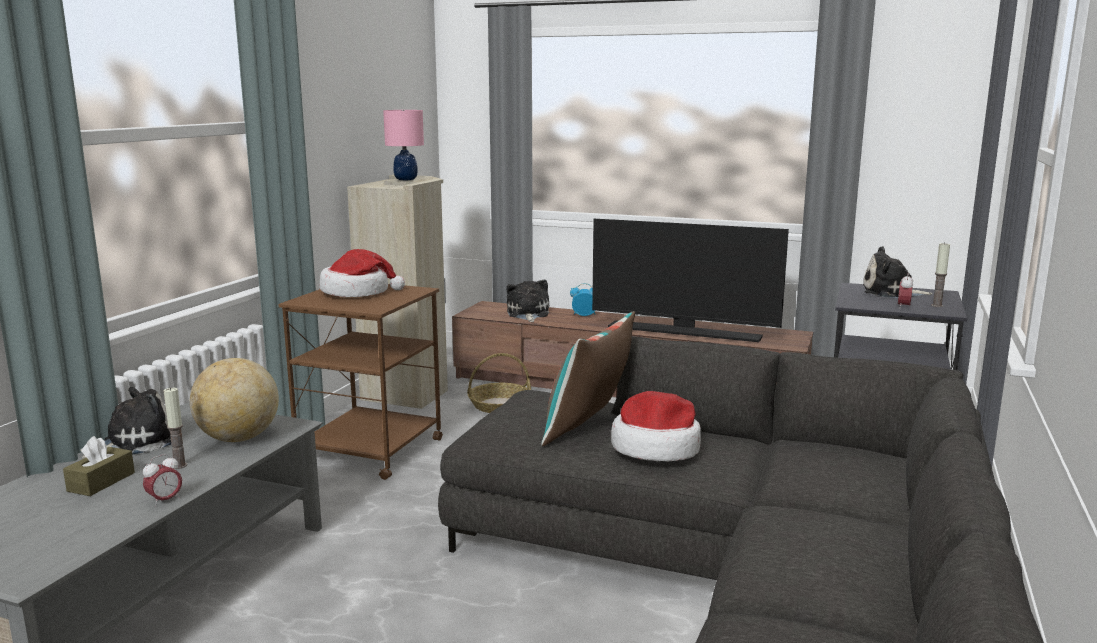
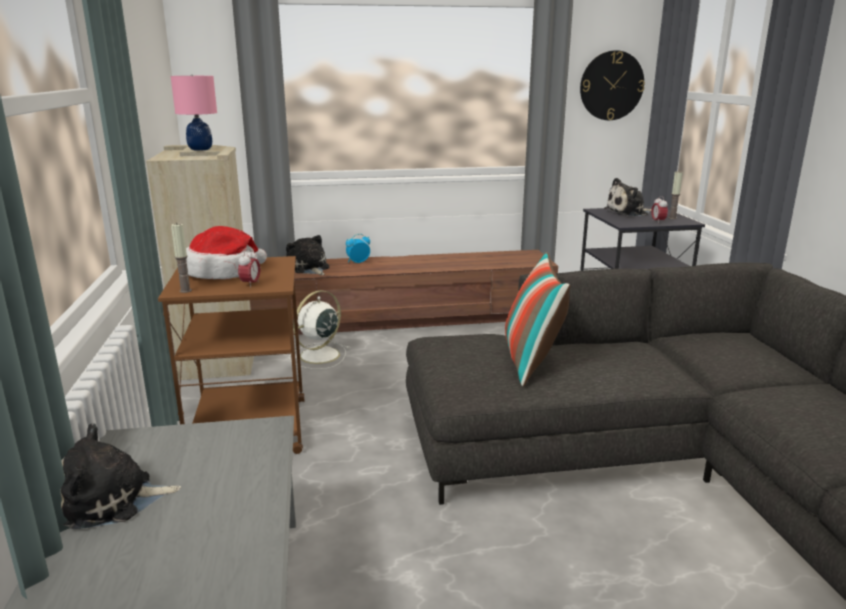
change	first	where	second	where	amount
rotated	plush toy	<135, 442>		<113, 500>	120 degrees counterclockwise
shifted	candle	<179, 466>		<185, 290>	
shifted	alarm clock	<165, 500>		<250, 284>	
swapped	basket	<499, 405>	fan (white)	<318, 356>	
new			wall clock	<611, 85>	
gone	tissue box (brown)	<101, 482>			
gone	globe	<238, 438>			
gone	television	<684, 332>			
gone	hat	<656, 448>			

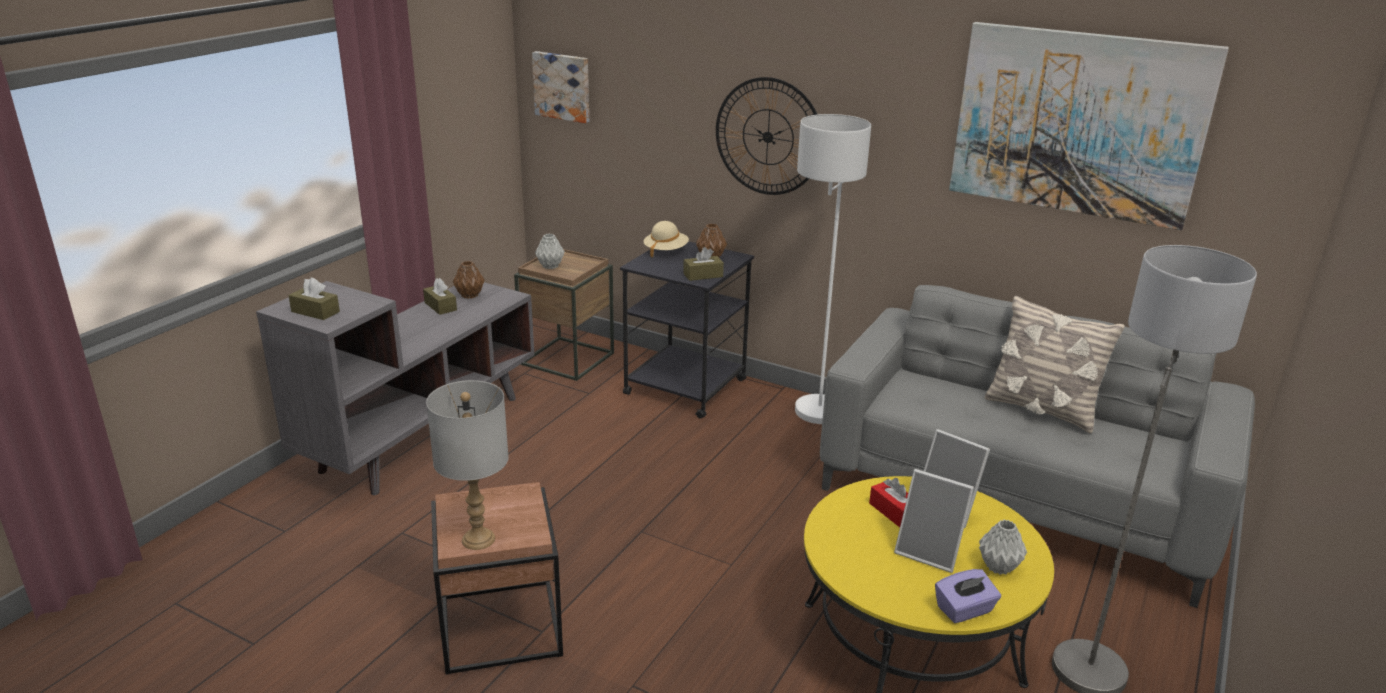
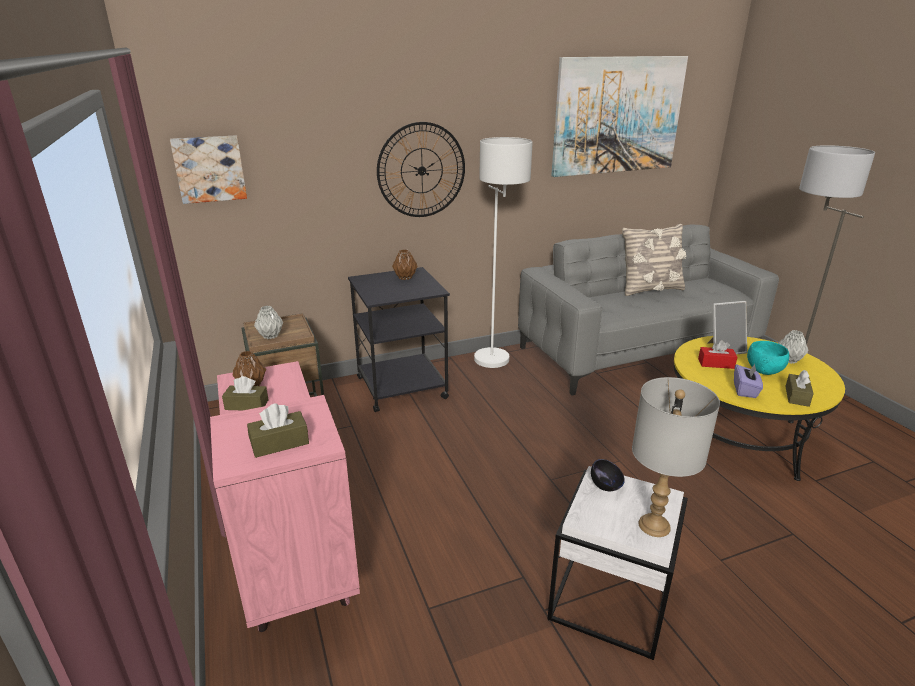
change	first	where	second	where	amount
repainted	tv stand (grey)	<423, 432>	tv stand (pink)	<286, 531>	
repainted	side table (brown)	<499, 627>	side table (white)	<611, 601>	
new			bowl (black)	<606, 486>	
shifted	tissue box (purple)	<964, 610>		<745, 390>	
swapped	picture frame	<929, 552>	bowl (turquoise)	<764, 371>	
shifted	tissue box (brown)	<703, 275>		<797, 396>	
gone	hat (beige)	<665, 251>			

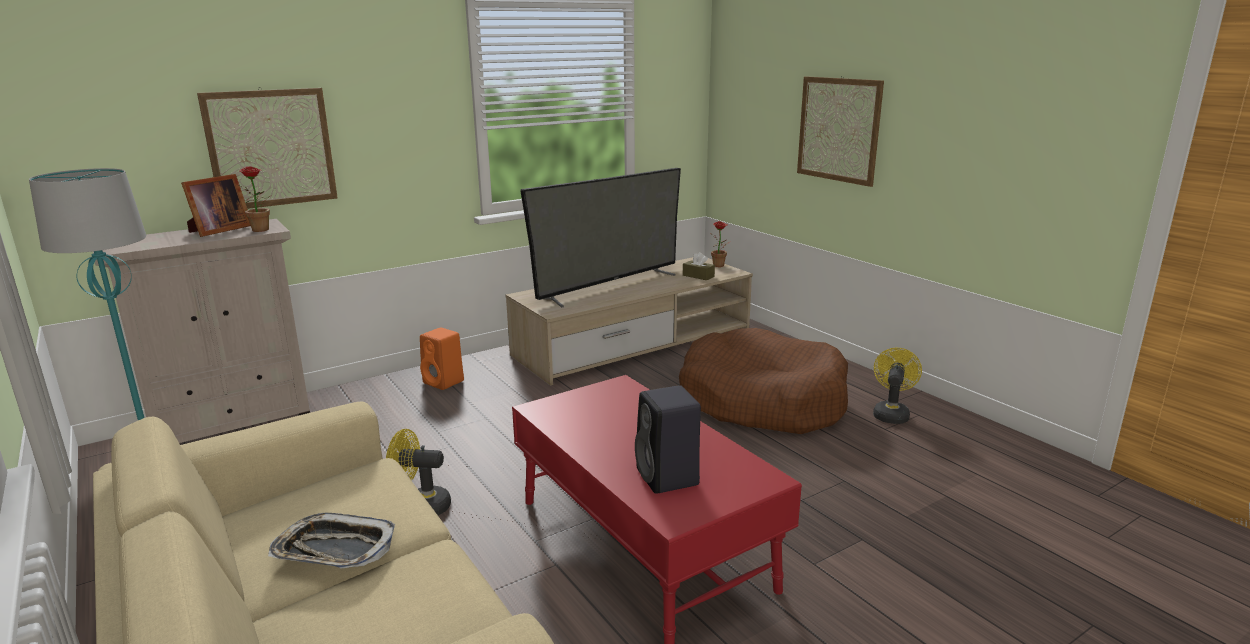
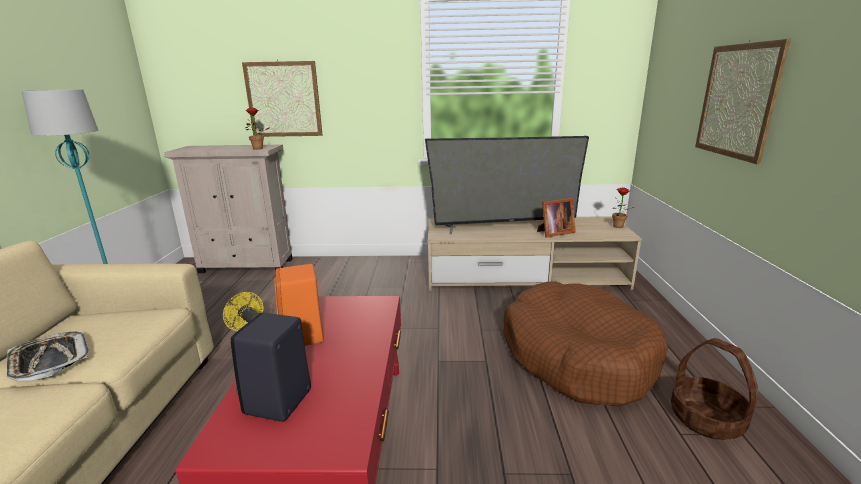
change	first	where	second	where	amount
shifted	speaker (orange)	<444, 382>		<303, 337>	
shifted	picture frame	<218, 230>		<554, 233>	
swapped	fan (yellow)	<891, 413>	basket	<705, 419>	
gone	tissue box (brown)	<698, 276>			

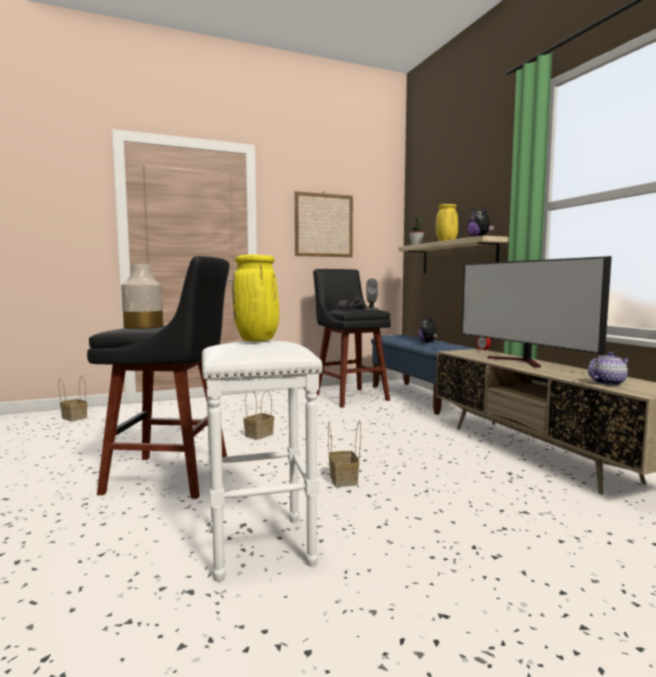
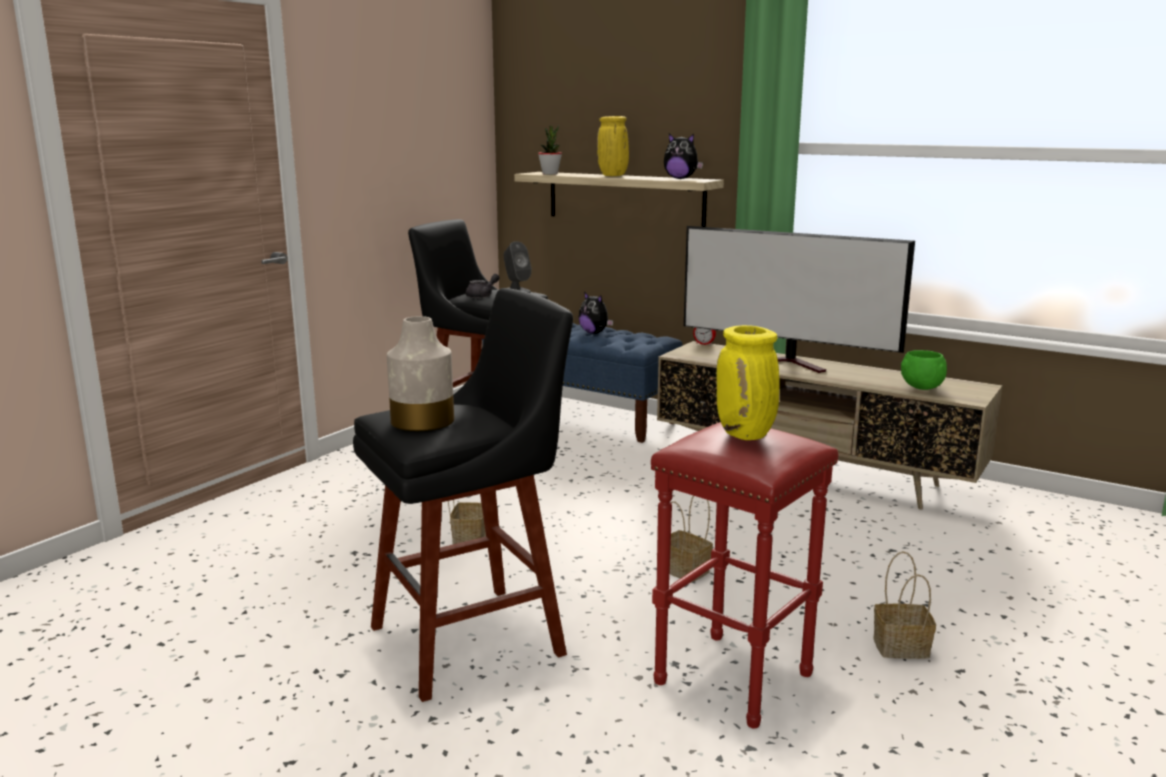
change	first	where	second	where	amount
repainted	stool (white)	<258, 545>	stool (red)	<729, 678>	
shifted	basket	<73, 417>		<899, 648>	
swapped	teapot	<607, 383>	bowl (green)	<920, 388>	
gone	picture	<323, 224>			

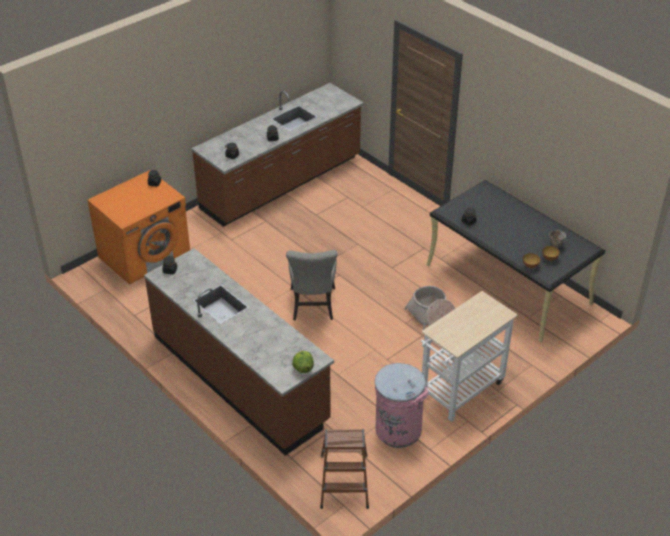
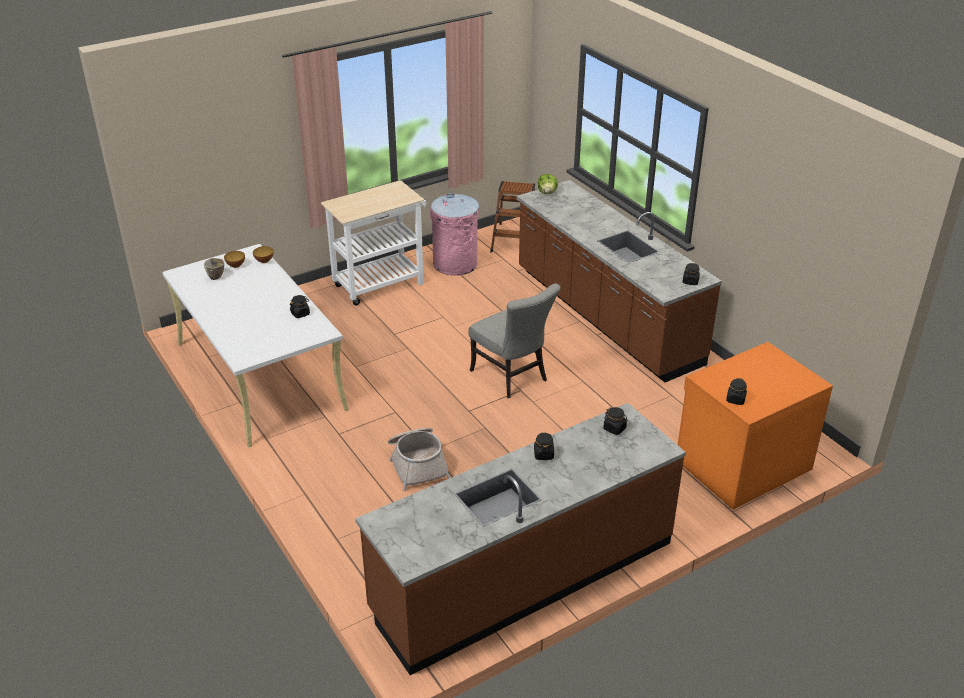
change	first	where	second	where	amount
repainted	desk (black)	<508, 284>	desk (white)	<259, 375>	
shifted	basket	<431, 317>		<417, 464>	
rotated	chair (grey)	<313, 306>		<512, 377>	135 degrees clockwise

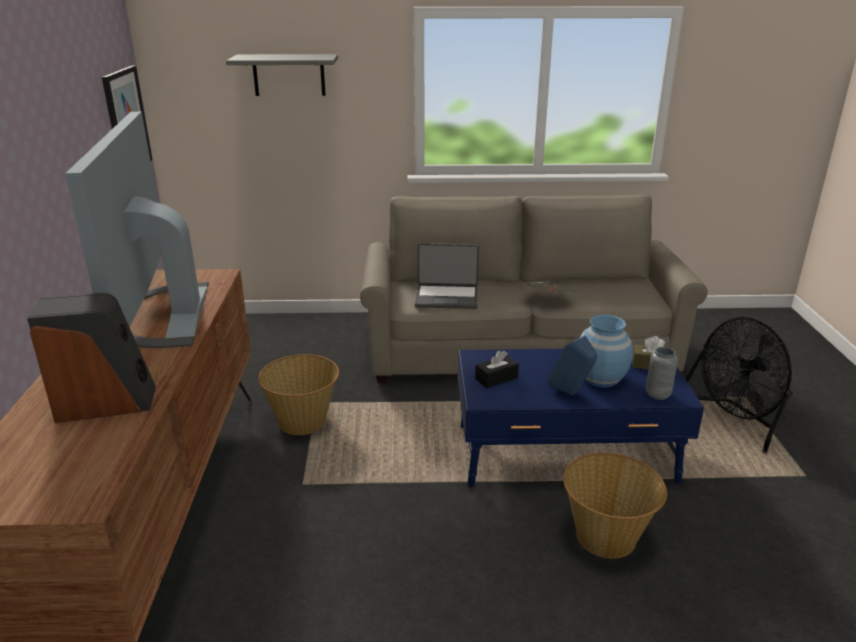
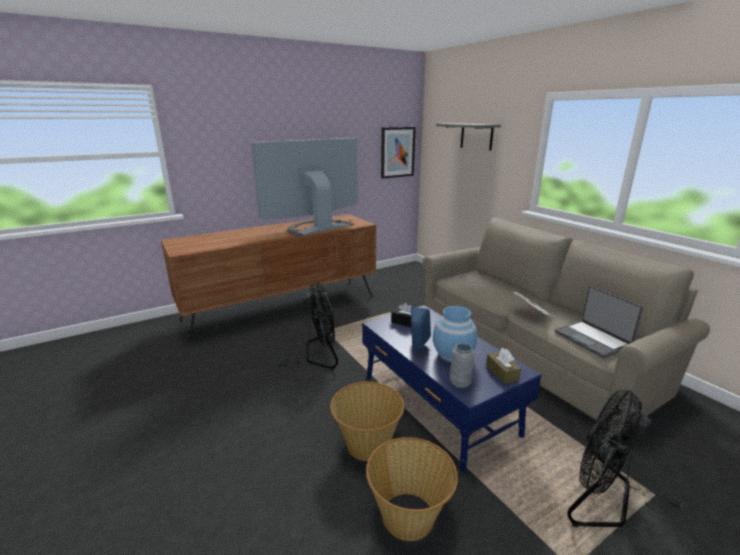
change	first	where	second	where	amount
new			fan (black)	<317, 353>	
shifted	basket	<303, 421>		<409, 516>	
shifted	laptop	<447, 297>		<592, 339>	
gone	speaker	<106, 403>			

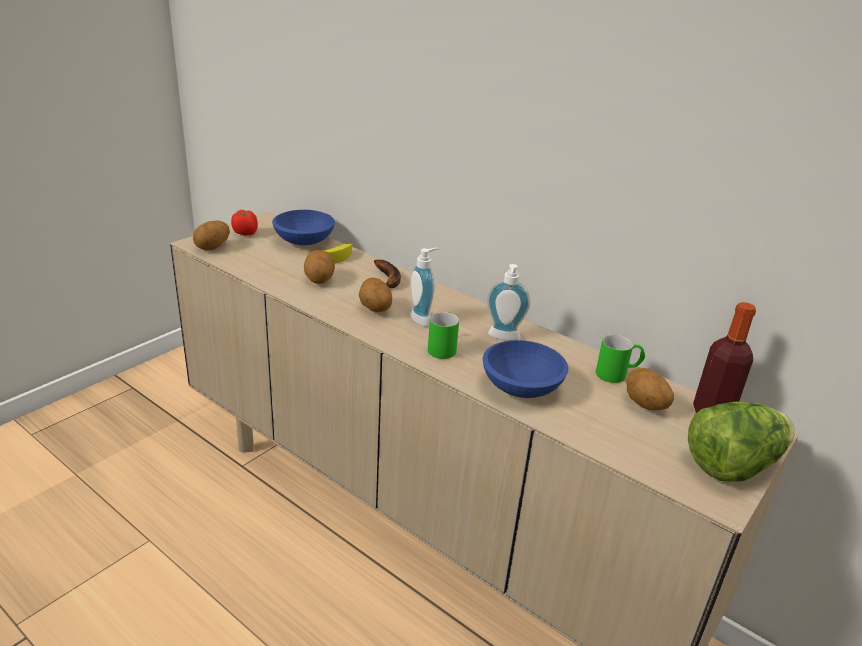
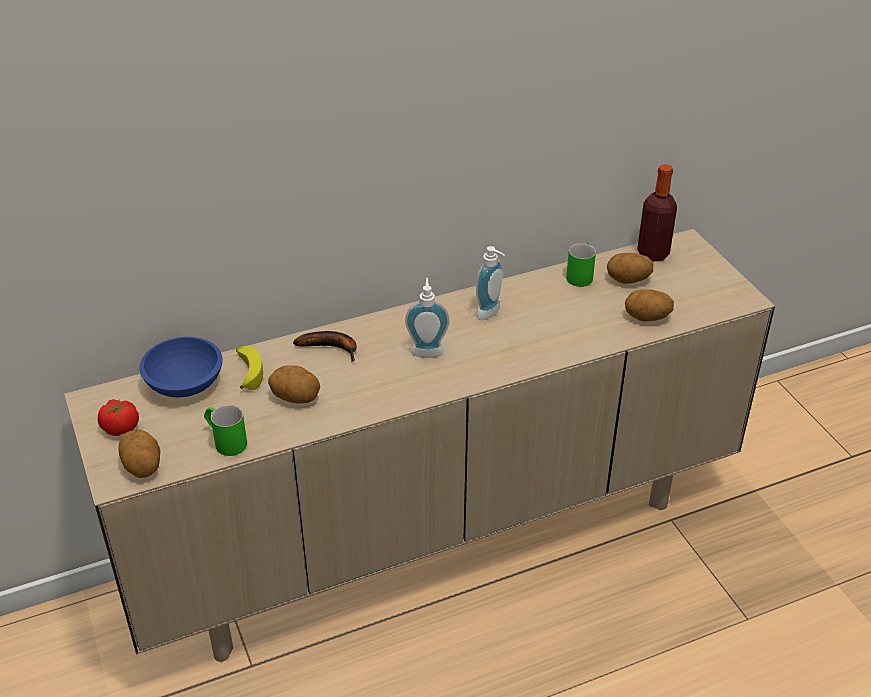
change	first	where	second	where	amount
shifted	mug (green)	<443, 347>		<225, 441>	
shifted	potato	<374, 309>		<647, 318>	
gone	bowl (blue)	<523, 387>			
gone	lettuce	<732, 465>			

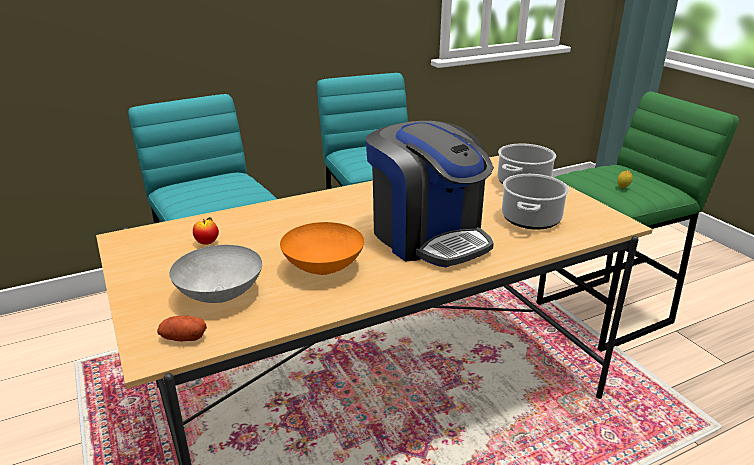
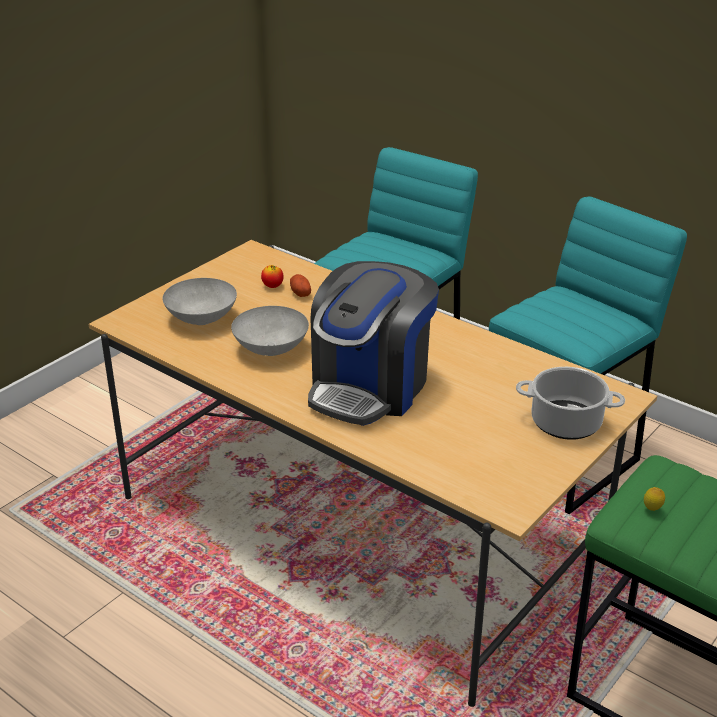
change	first	where	second	where	amount
repainted	bowl (orange)	<324, 267>	bowl (grey)	<272, 349>	
shifted	potato	<183, 338>		<300, 292>	
gone	cooking pot	<530, 218>			

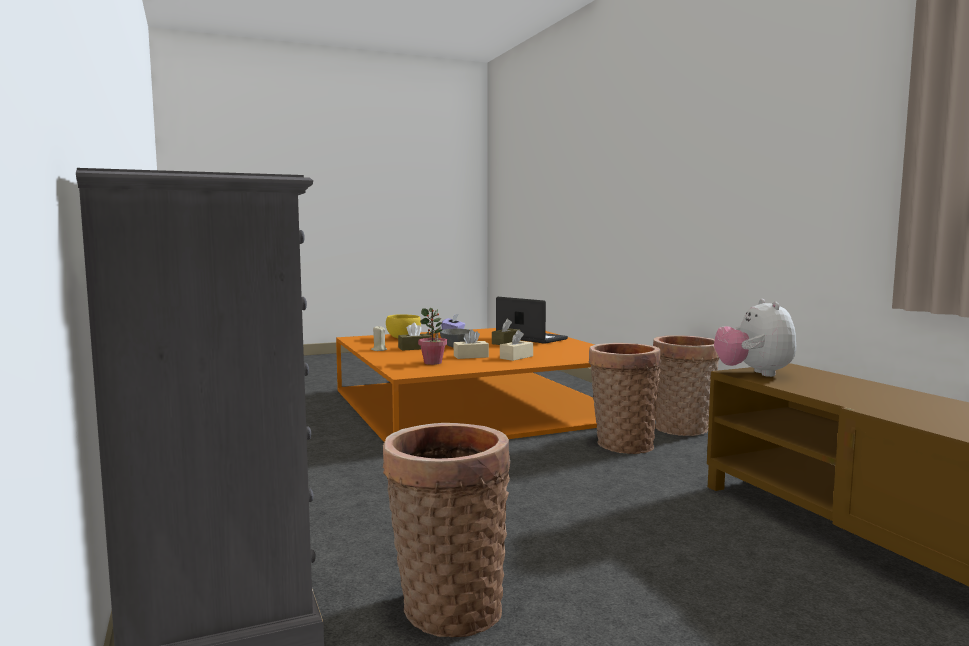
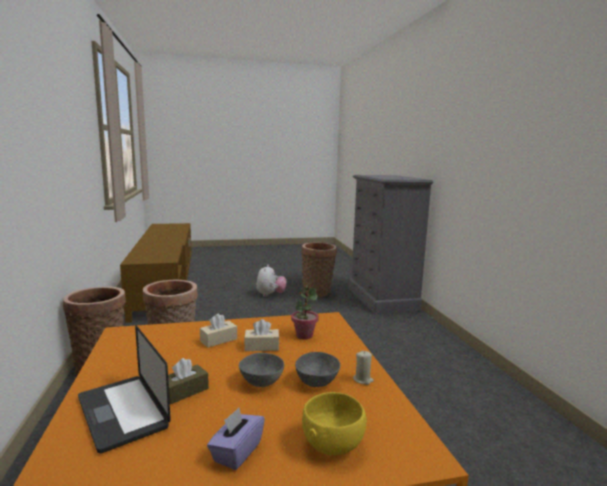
change	first	where	second	where	amount
shifted	plush toy	<754, 373>		<270, 295>	
swapped	tissue box (brown)	<414, 348>	bowl (grey)	<317, 381>	

